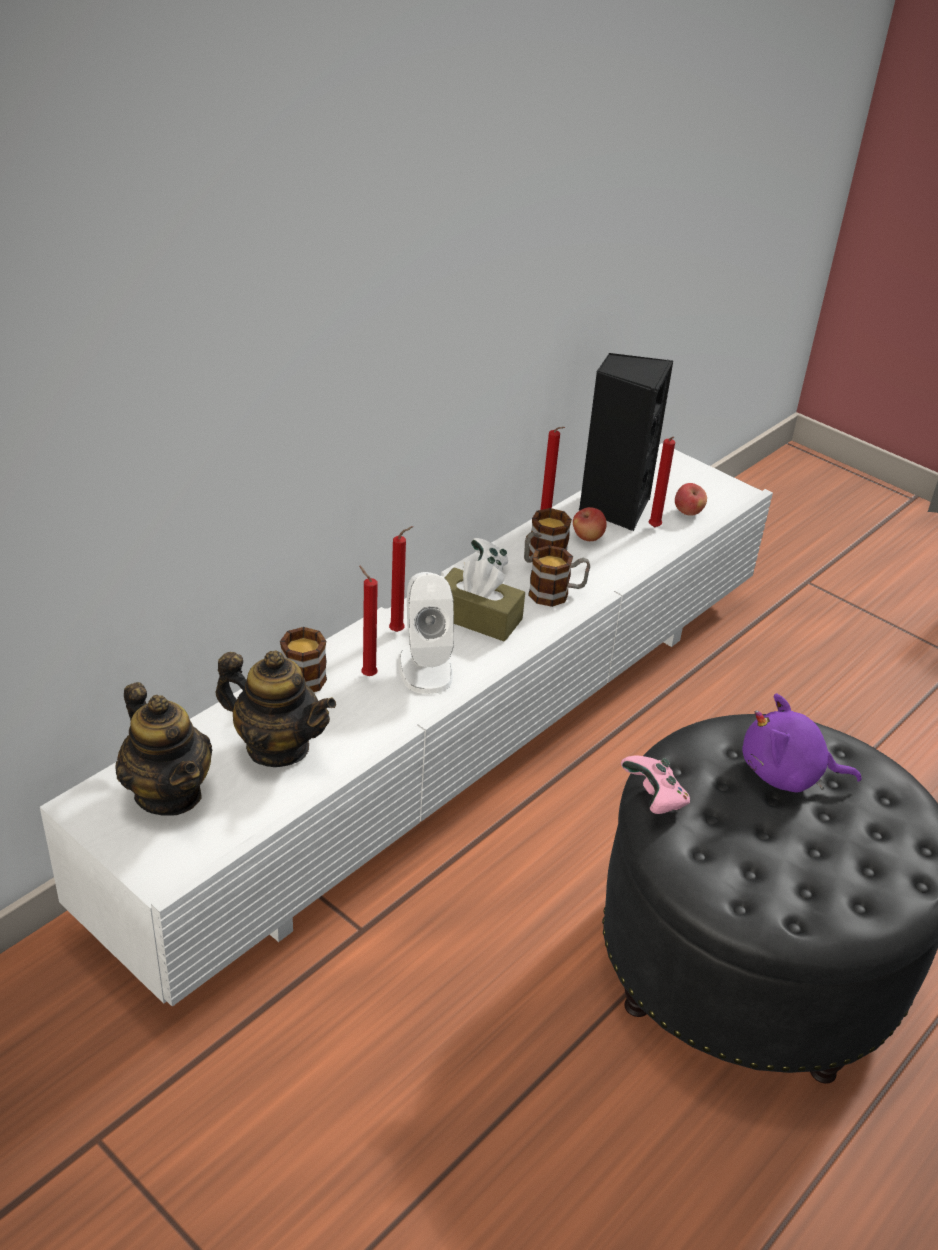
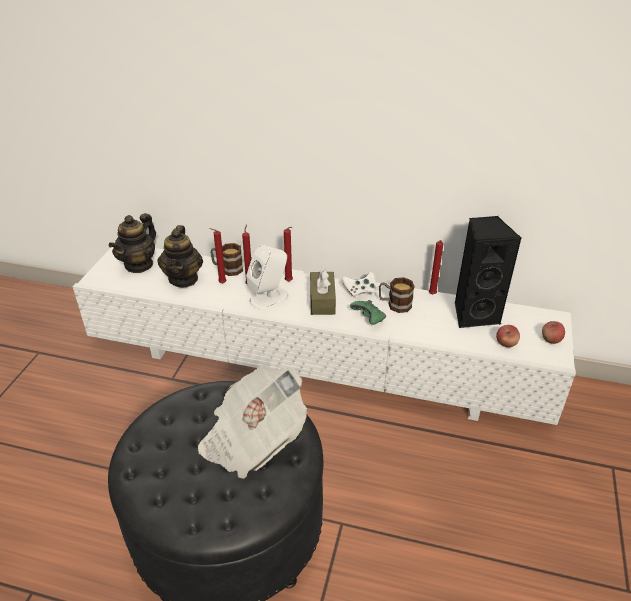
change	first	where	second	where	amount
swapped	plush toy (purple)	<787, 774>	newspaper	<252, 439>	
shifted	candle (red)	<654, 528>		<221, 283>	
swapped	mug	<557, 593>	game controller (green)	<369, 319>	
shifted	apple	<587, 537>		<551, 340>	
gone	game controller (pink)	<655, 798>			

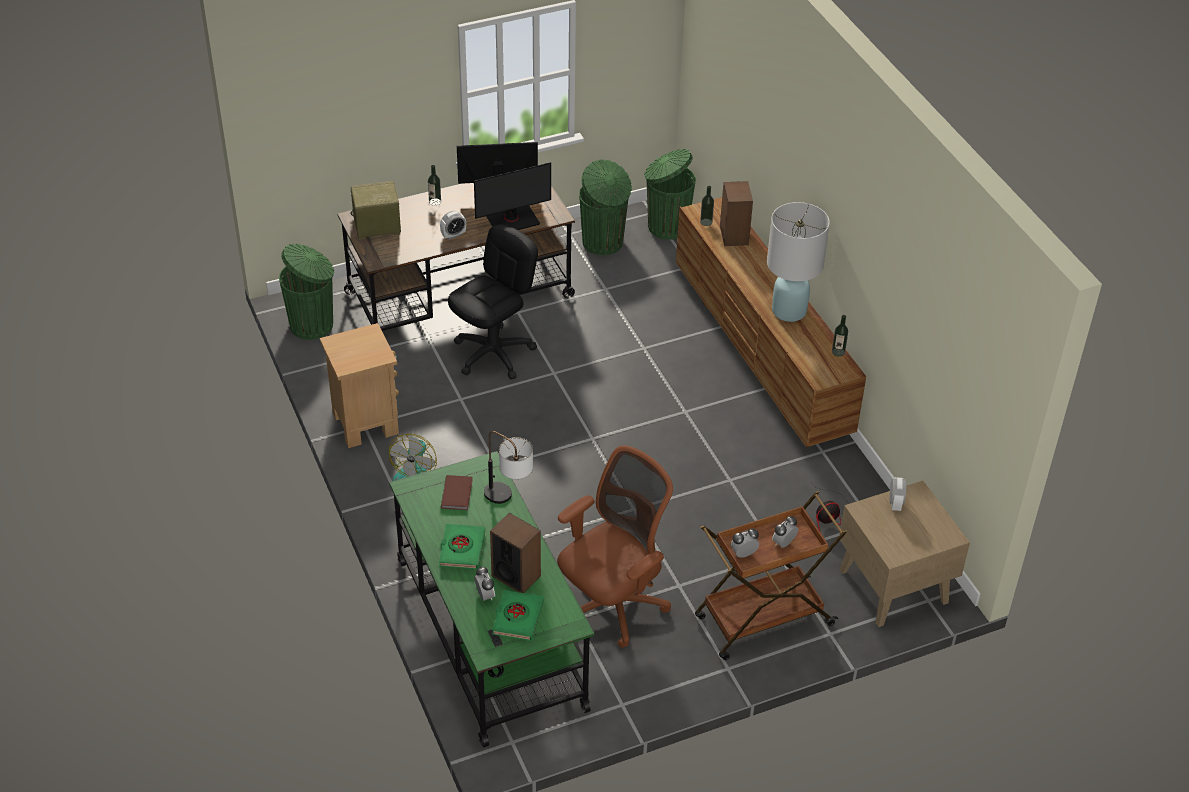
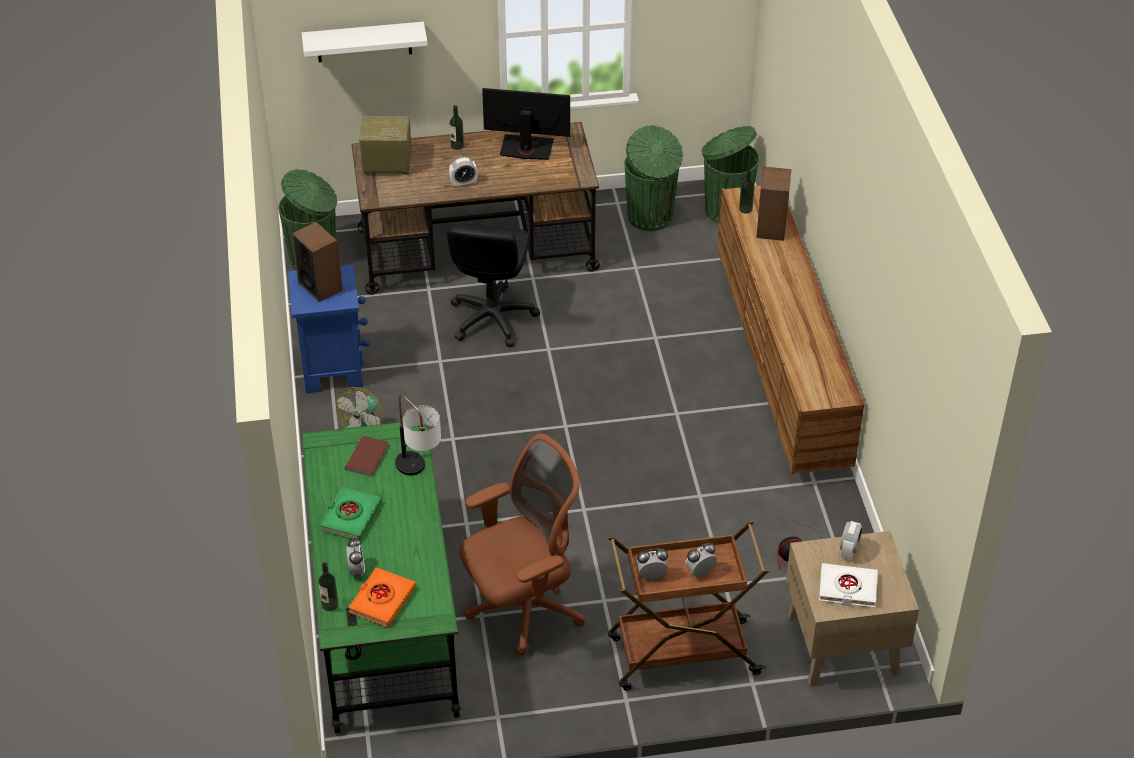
change	first	where	second	where	amount
repainted	nightstand (beige)	<366, 422>	nightstand (blue)	<333, 370>	
shifted	speaker	<516, 575>		<320, 286>	
new			shelf (white)	<364, 42>	
shifted	bottle	<838, 352>		<330, 604>	
repainted	book (green)	<517, 618>	book (orange)	<382, 600>	
rotated	office chair (black)	<494, 353>		<492, 318>	135 degrees clockwise
new			book (white)	<847, 588>	
gone	monitor	<512, 220>			
gone	table lamp (white)	<789, 310>			

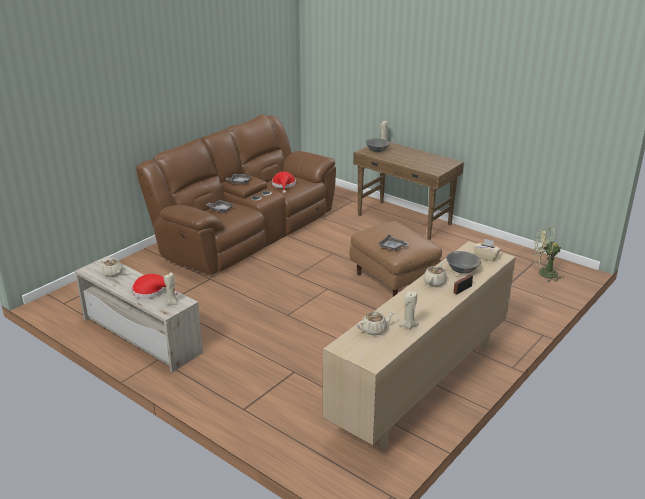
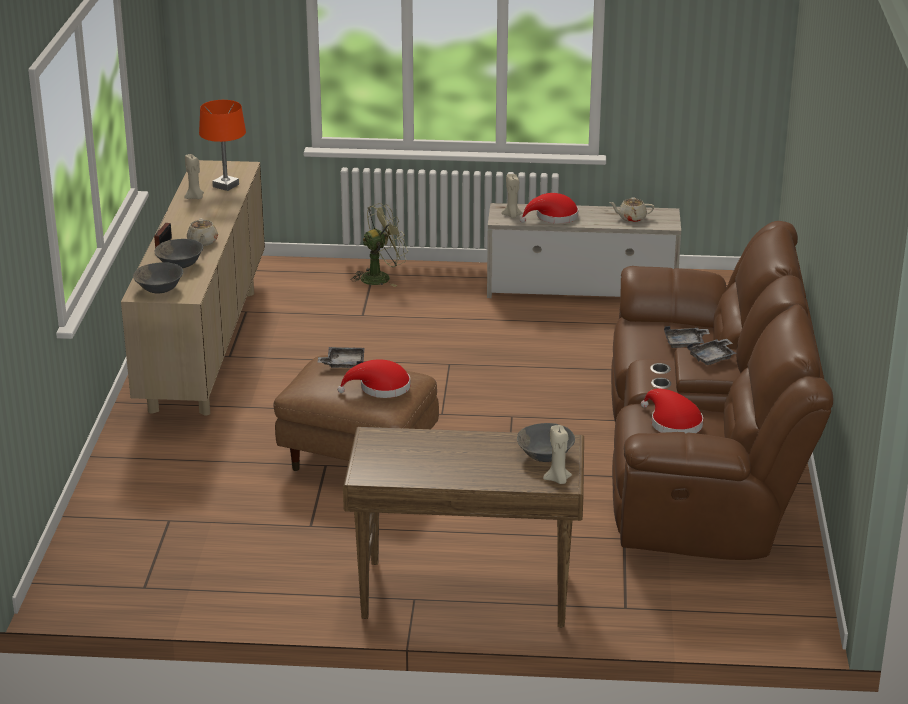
change	first	where	second	where	amount
swapped	tissue box (beige)	<486, 257>	bowl (grey)	<160, 288>	
swapped	teapot (beige)	<374, 330>	table lamp (orange)	<226, 185>	
new			hat (red)	<380, 388>	
shifted	fan (green)	<543, 274>		<381, 277>	

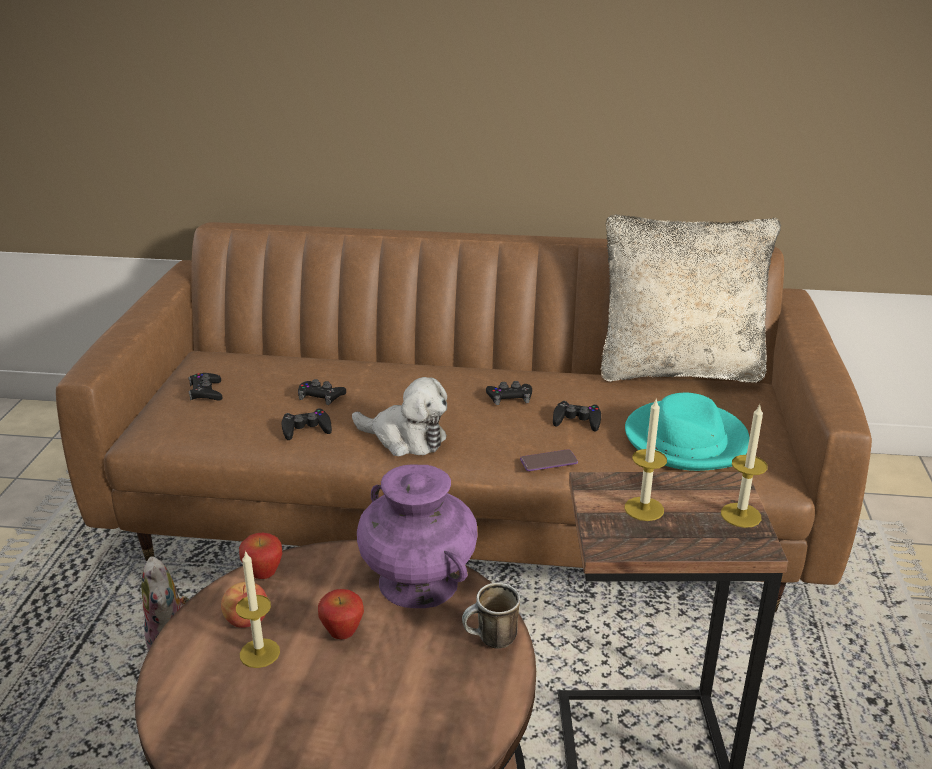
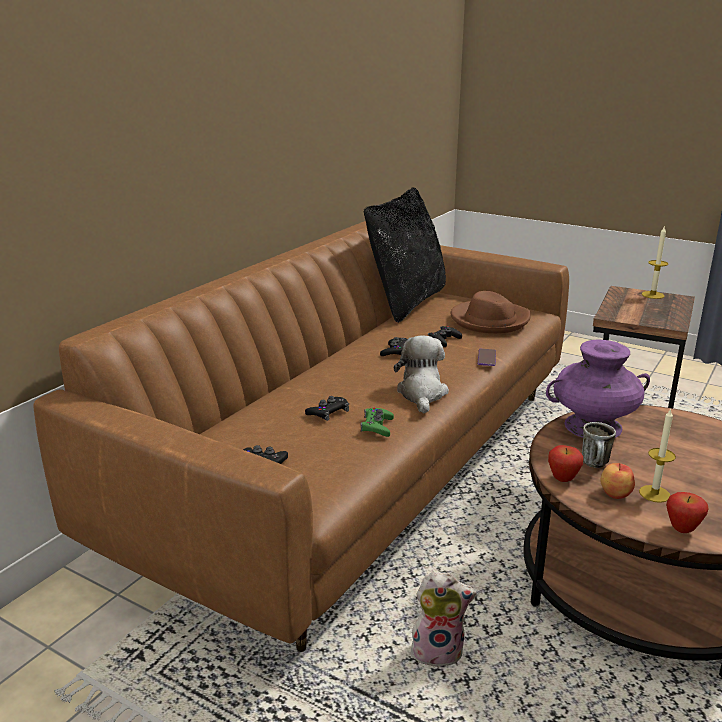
change	first	where	second	where	amount
repainted	game controller (black)	<306, 429>	game controller (green)	<377, 426>	
repainted	pillow (beige)	<680, 373>	pillow (black)	<407, 304>	
rotated	plush toy	<405, 438>		<422, 394>	45 degrees counterclockwise
repainted	hat (turquoise)	<686, 440>	hat (brown)	<489, 320>	
shifted	mug	<491, 641>		<596, 465>	
shifted	apple	<343, 634>		<682, 529>	
gone	candle	<644, 509>			

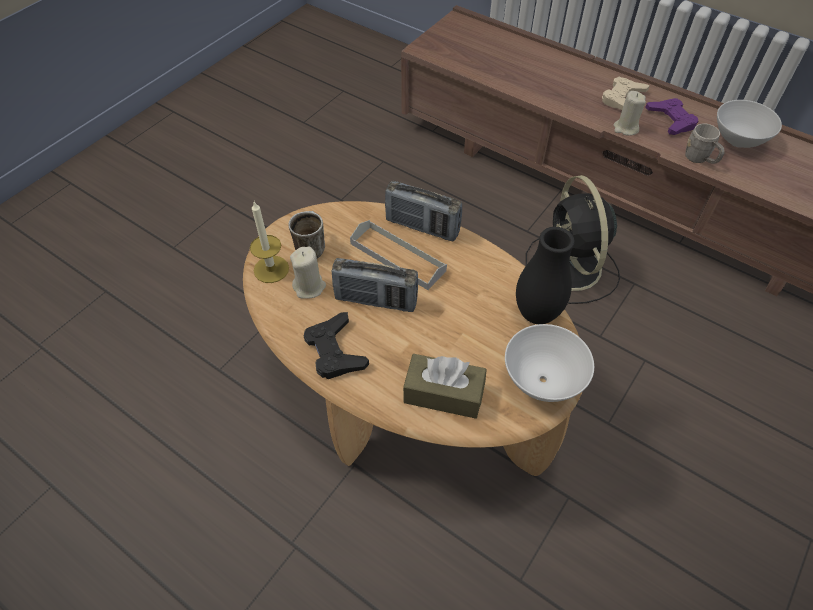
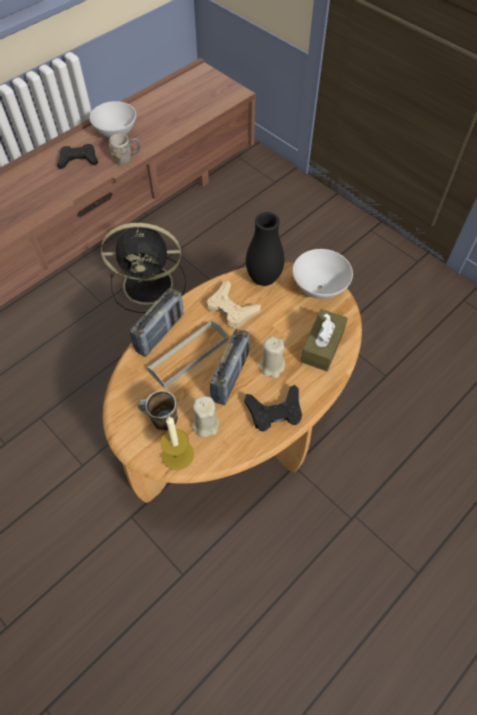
change	first	where	second	where	amount
repainted	game controller (purple)	<671, 120>	game controller (black)	<78, 160>	
shifted	game controller (beige)	<622, 98>		<231, 309>	
shifted	candle (beige)	<625, 128>		<272, 366>	

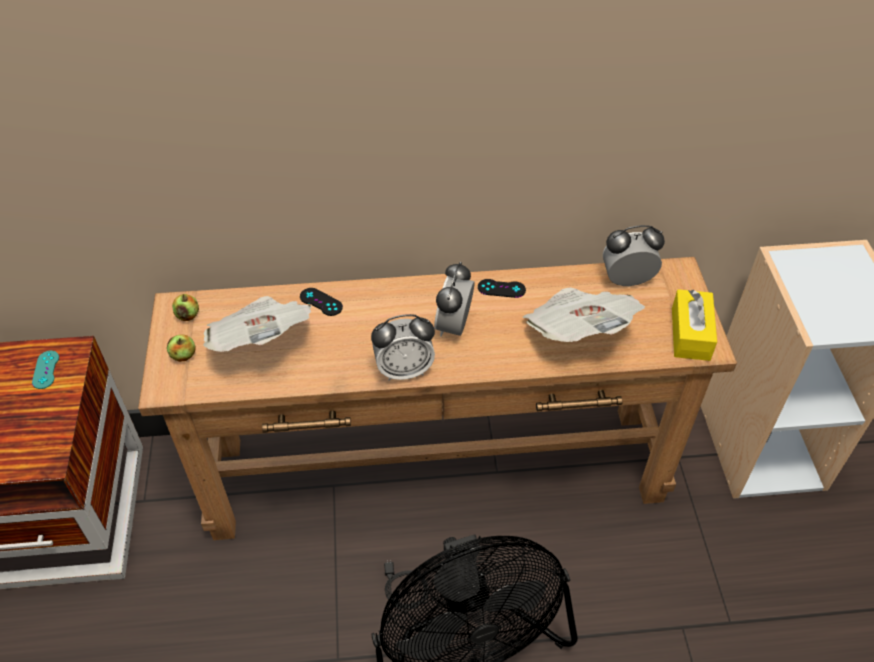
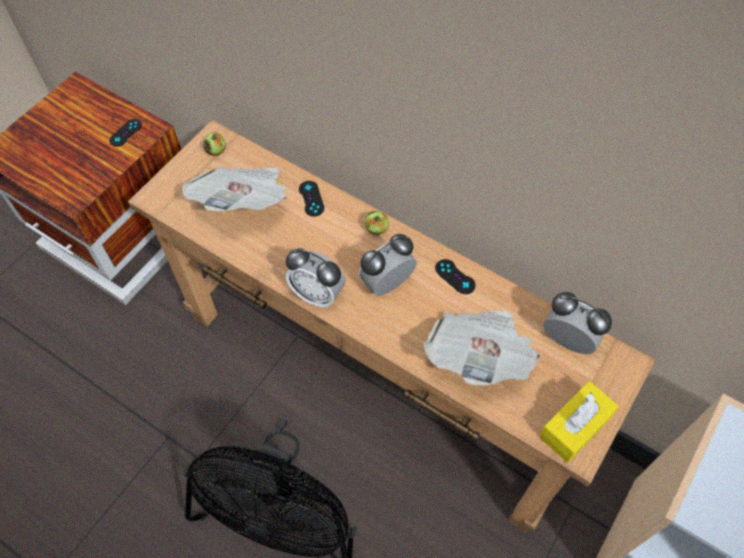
change	first	where	second	where	amount
repainted	game controller (turquoise)	<46, 370>	game controller (black)	<125, 133>	
shifted	apple	<183, 356>		<376, 229>	

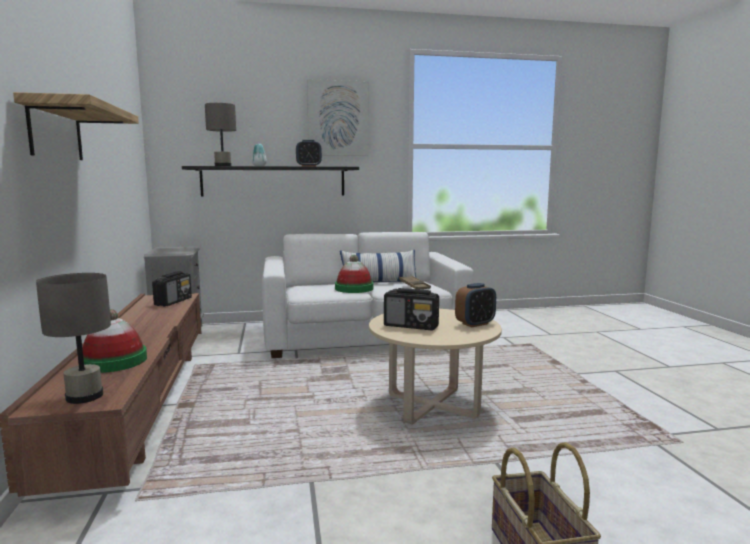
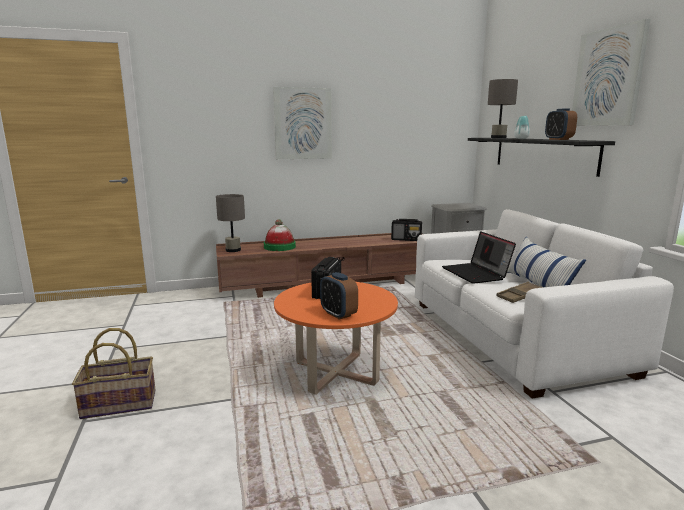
change	first	where	second	where	amount
swapped	shelf	<56, 131>	picture	<302, 124>	
repainted	coffee table (beige)	<432, 406>	coffee table (orange)	<336, 373>	
swapped	hat	<354, 288>	laptop	<476, 274>	

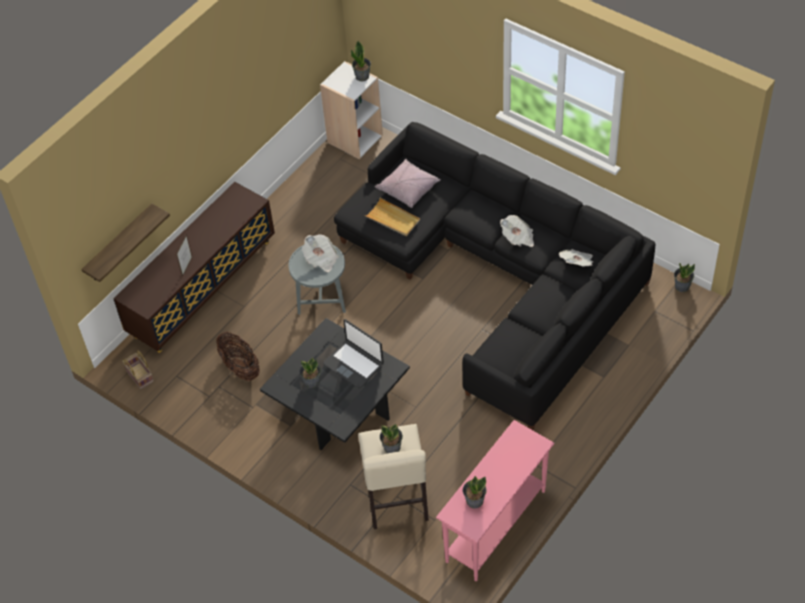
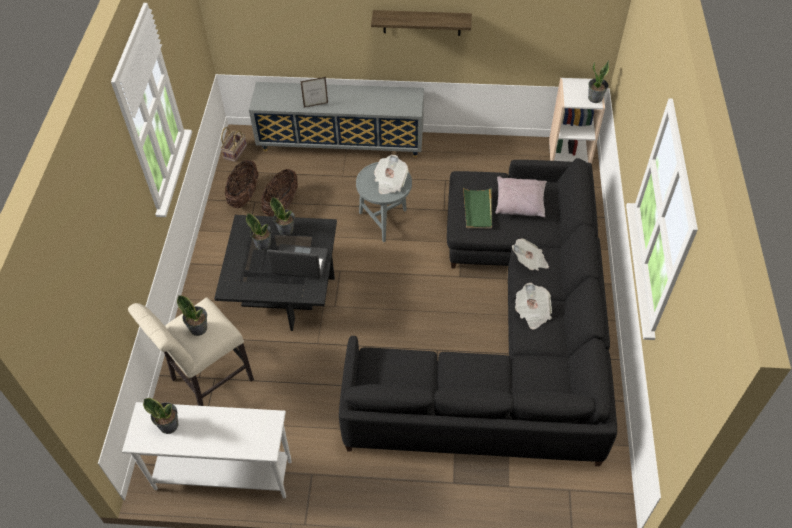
change	first	where	second	where	amount
repainted	console table (pink)	<496, 527>	console table (white)	<222, 476>	
new			basket	<244, 195>	
repainted	tv stand (brown)	<203, 288>	tv stand (grey)	<342, 143>	
rotated	laptop	<354, 364>		<299, 263>	90 degrees clockwise
shifted	potted plant	<682, 286>		<286, 229>	
shifted	shelf	<119, 244>		<422, 22>	
repainted	tray (beige)	<393, 219>	tray (green)	<477, 209>	
shifted	newspaper	<577, 263>		<529, 262>	

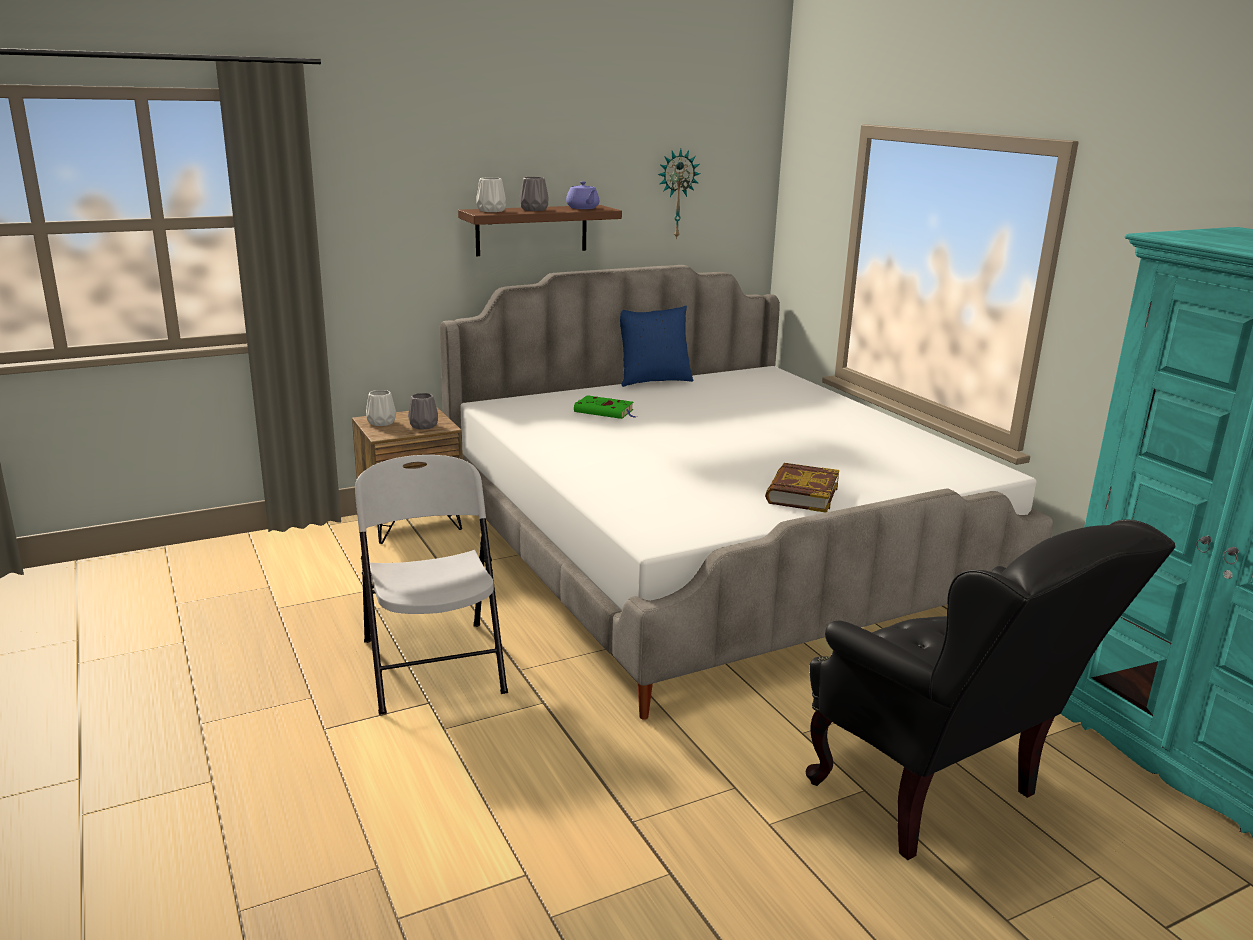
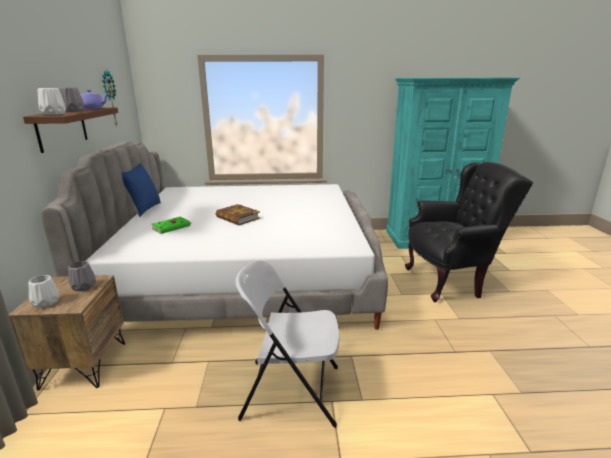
change	first	where	second	where	amount
shifted	book	<801, 494>		<237, 218>	

